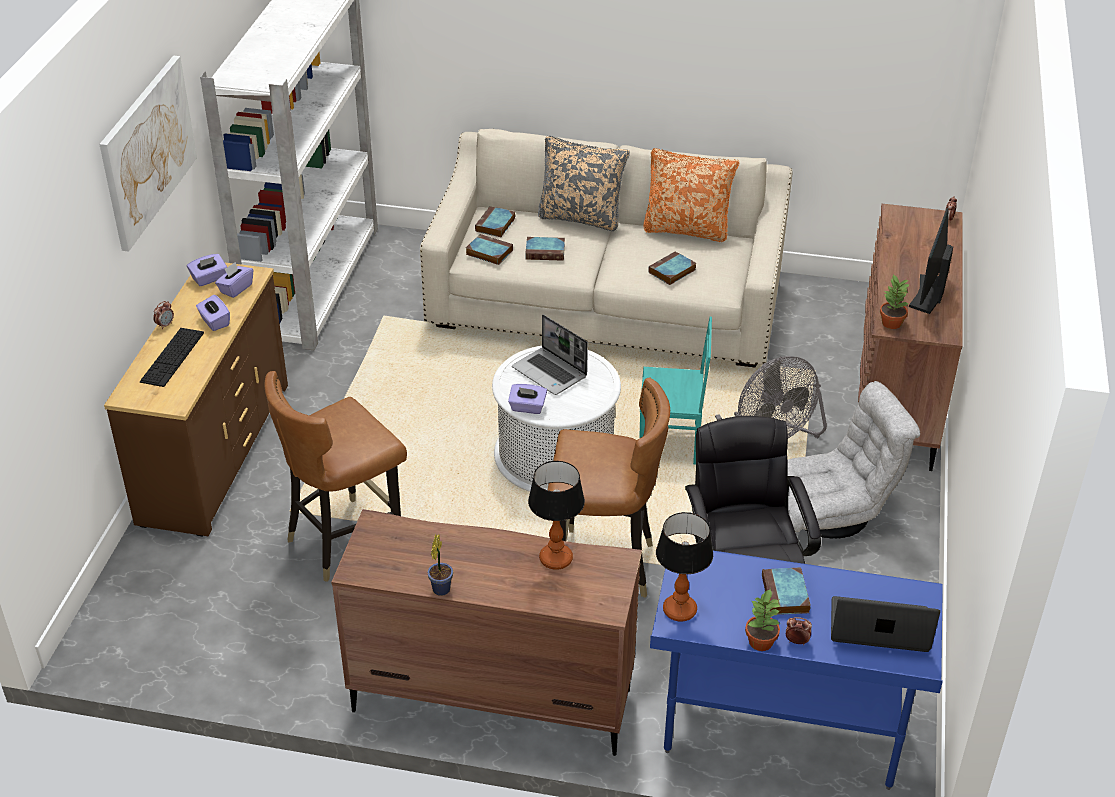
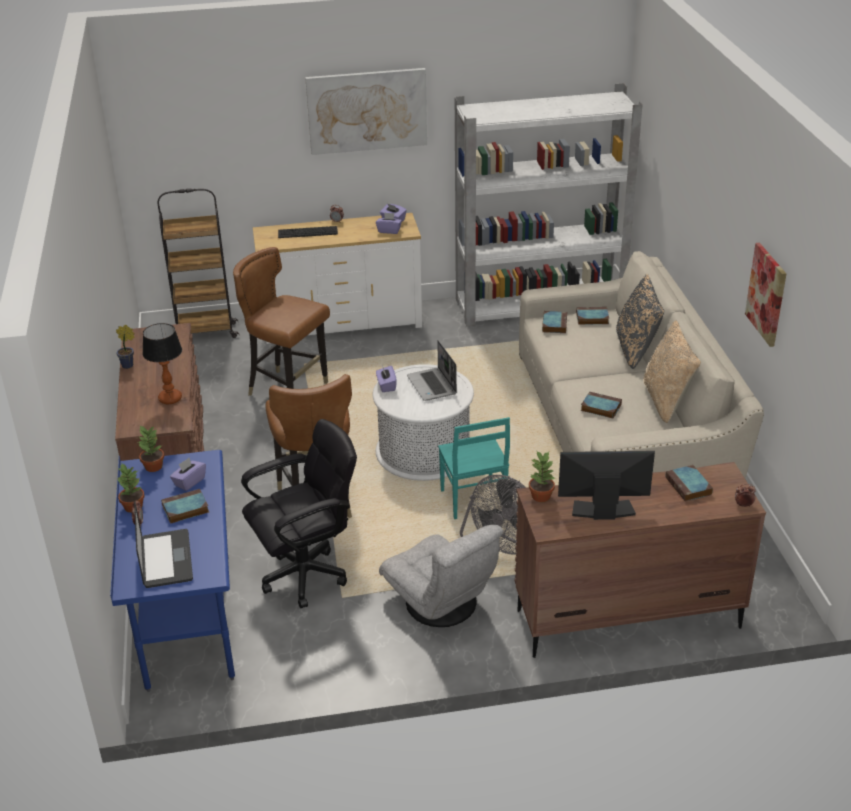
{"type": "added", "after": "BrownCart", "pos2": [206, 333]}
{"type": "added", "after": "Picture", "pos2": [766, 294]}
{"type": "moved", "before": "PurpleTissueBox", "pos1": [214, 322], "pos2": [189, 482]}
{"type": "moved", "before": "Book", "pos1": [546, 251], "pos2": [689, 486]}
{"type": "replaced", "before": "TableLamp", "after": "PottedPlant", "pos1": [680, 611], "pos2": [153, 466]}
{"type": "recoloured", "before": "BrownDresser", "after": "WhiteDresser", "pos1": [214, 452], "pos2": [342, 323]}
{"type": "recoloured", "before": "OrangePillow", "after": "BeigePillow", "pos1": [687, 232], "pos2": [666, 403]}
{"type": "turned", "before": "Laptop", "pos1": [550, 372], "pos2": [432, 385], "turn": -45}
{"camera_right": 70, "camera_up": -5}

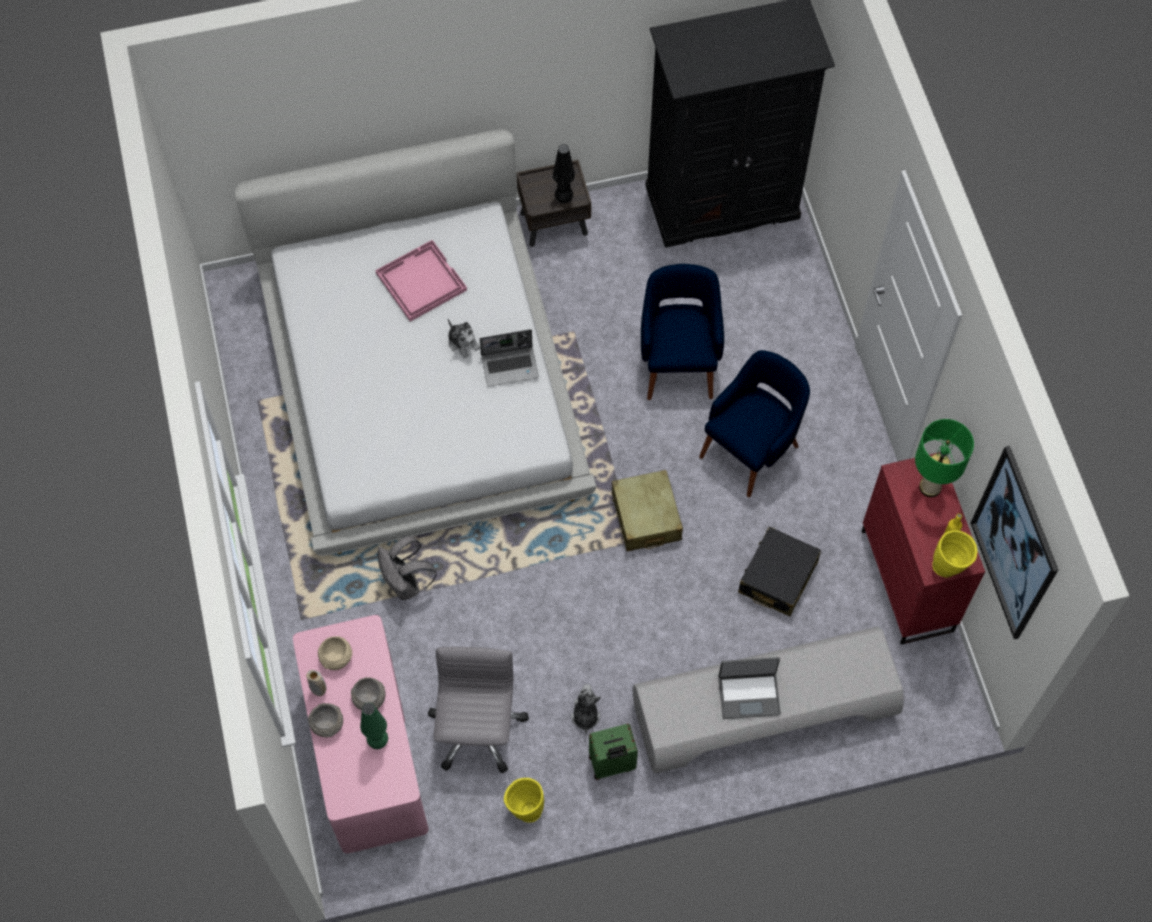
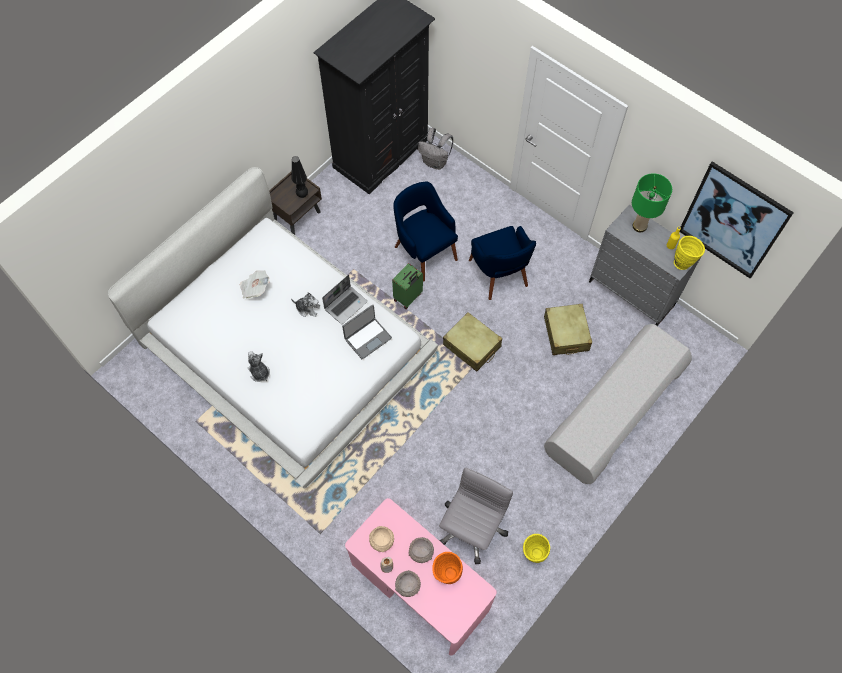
{"type": "moved", "before": "GreyBackpack", "pos1": [406, 584], "pos2": [435, 162]}
{"type": "moved", "before": "PlushToy", "pos1": [585, 715], "pos2": [259, 372]}
{"type": "moved", "before": "GreenSuitcase", "pos1": [611, 764], "pos2": [408, 297]}
{"type": "moved", "before": "Laptop", "pos1": [749, 694], "pos2": [367, 338]}
{"type": "replaced", "before": "GreenTableLamp", "after": "OrangeVase", "pos1": [378, 741], "pos2": [446, 574]}
{"type": "replaced", "before": "PinkTray", "after": "Newspaper", "pos1": [420, 281], "pos2": [255, 288]}
{"type": "recoloured", "before": "BlackSuitcase", "after": "BeigeSuitcase", "pos1": [777, 577], "pos2": [566, 334]}
{"type": "recoloured", "before": "RedDresser", "after": "GreyDresser", "pos1": [908, 581], "pos2": [632, 293]}
{"type": "turned", "before": "GreyOfficeChair", "pos1": [477, 729], "pos2": [471, 527], "turn": 60}
{"type": "turned", "before": "BlueArmchair", "pos1": [751, 449], "pos2": [499, 274], "turn": 150}
{"camera_right": -35, "camera_up": 0}

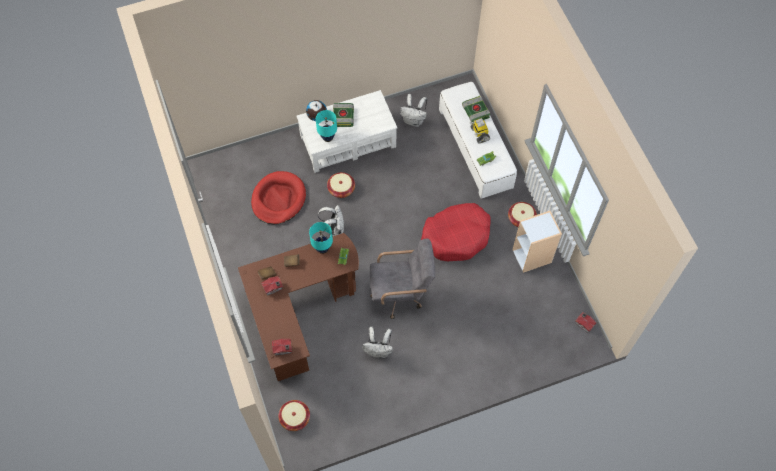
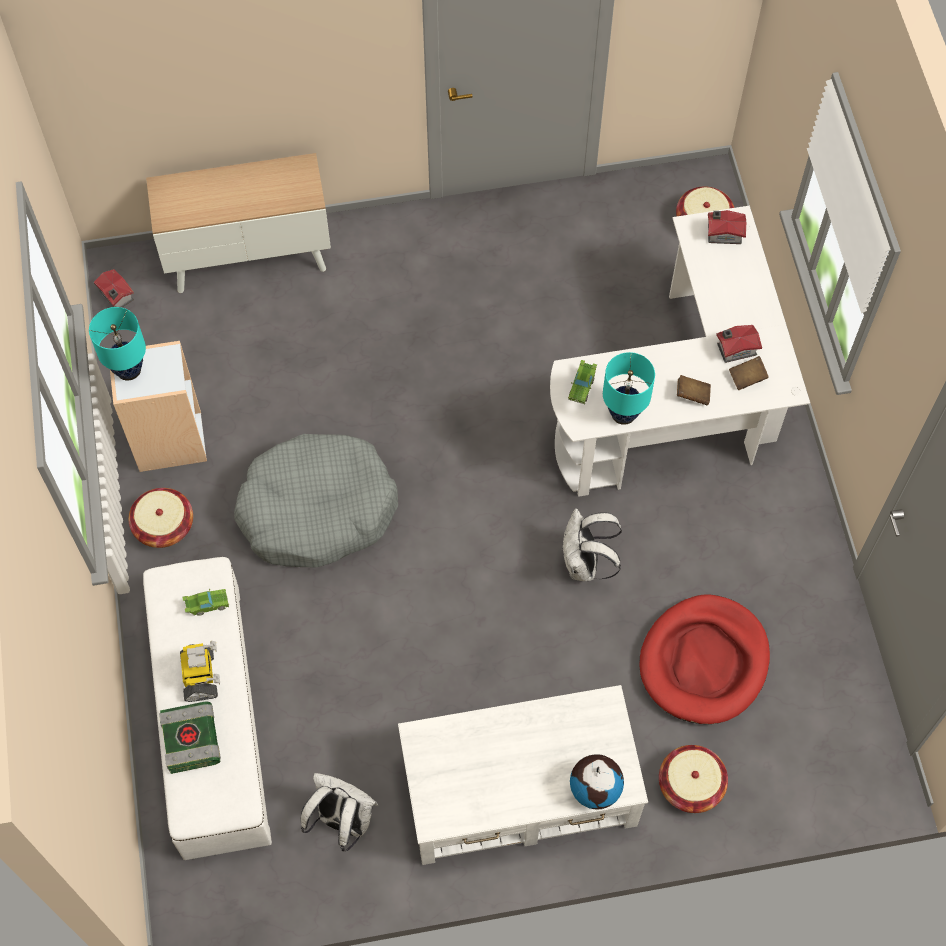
{"type": "removed", "before": "Book", "pos1": [343, 117]}
{"type": "removed", "before": "WhiteBackpack", "pos1": [379, 350]}
{"type": "removed", "before": "GreyOfficeChair", "pos1": [400, 295]}
{"type": "added", "after": "Cabinet", "pos2": [249, 256]}
{"type": "moved", "before": "TurquoiseTableLamp", "pos1": [327, 137], "pos2": [128, 370]}
{"type": "moved", "before": "Basket", "pos1": [341, 189], "pos2": [690, 784]}
{"type": "recoloured", "before": "BrownDesk", "after": "WhiteDesk", "pos1": [297, 312], "pos2": [682, 405]}
{"type": "recoloured", "before": "RedDogBed", "after": "GreyDogBed", "pos1": [456, 236], "pos2": [317, 509]}
{"camera_right": -170, "camera_up": 0}

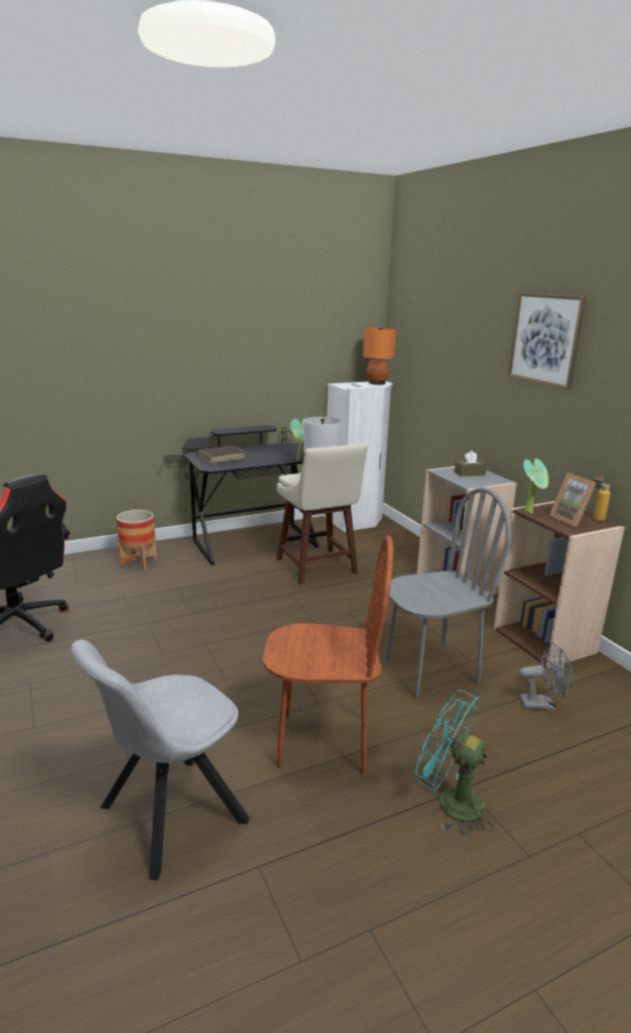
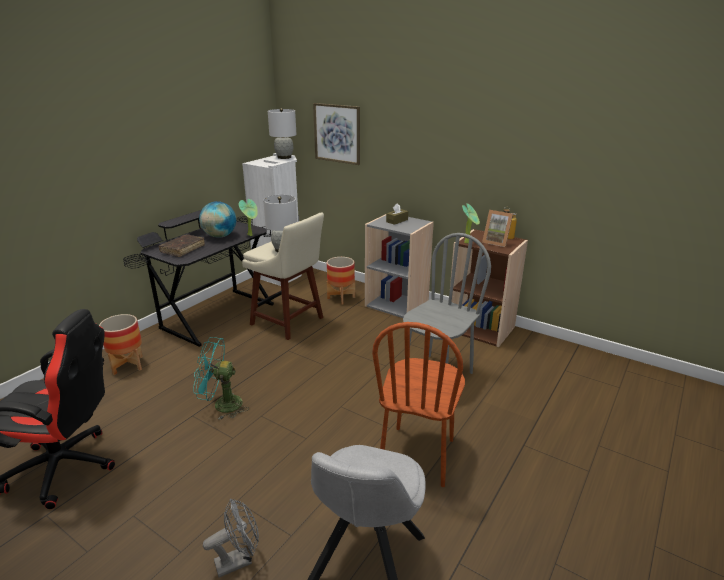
{"type": "added", "after": "Globe", "pos2": [220, 236]}
{"type": "added", "after": "Planter", "pos2": [341, 298]}
{"type": "moved", "before": "TurquoiseFan", "pos1": [450, 802], "pos2": [221, 405]}
{"type": "moved", "before": "Picture", "pos1": [545, 339], "pos2": [337, 133]}
{"type": "moved", "before": "GreyFan", "pos1": [543, 704], "pos2": [239, 560]}
{"type": "recoloured", "before": "OrangeTableLamp", "after": "WhiteTableLamp", "pos1": [377, 383], "pos2": [284, 157]}
{"type": "turned", "before": "BrownChair", "pos1": [323, 742], "pos2": [417, 455], "turn": 135}
{"camera_right": -30, "camera_up": 5}

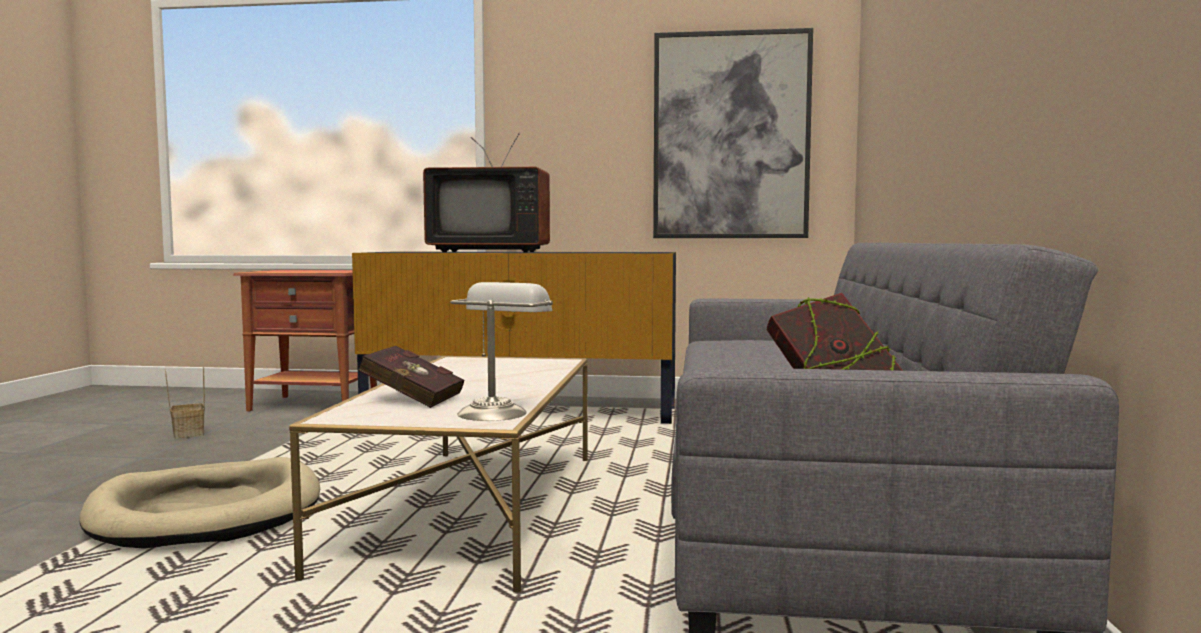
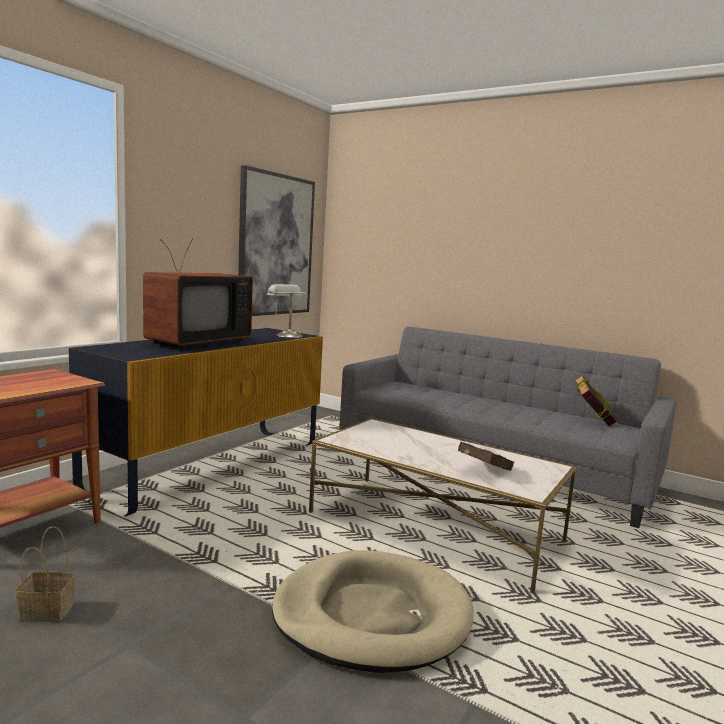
{"type": "moved", "before": "WhiteTableLamp", "pos1": [498, 410], "pos2": [286, 334]}
{"camera_right": -65, "camera_up": 5}

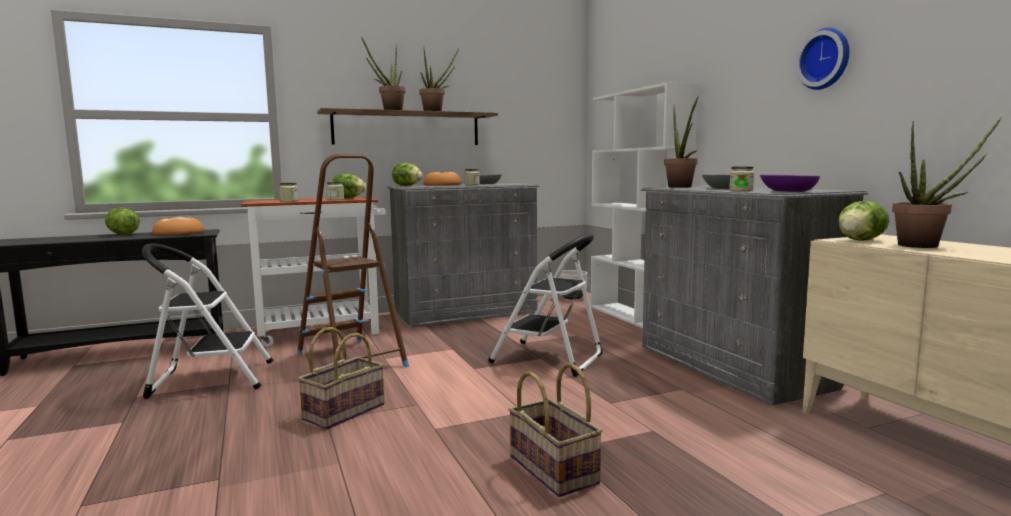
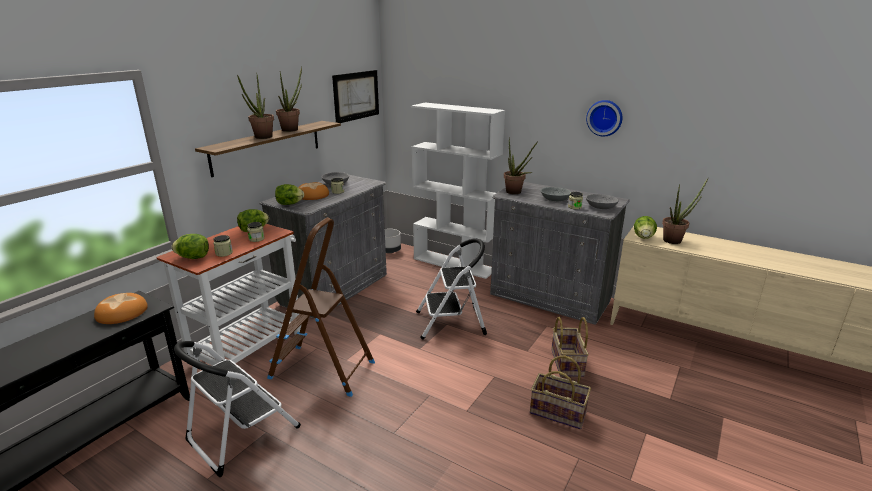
{"type": "added", "after": "Picture", "pos2": [356, 96]}
{"type": "moved", "before": "Lettuce", "pos1": [122, 234], "pos2": [193, 257]}
{"type": "moved", "before": "Basket", "pos1": [344, 411], "pos2": [566, 362]}
{"type": "recoloured", "before": "PurpleBowl", "after": "GreyBowl", "pos1": [788, 191], "pos2": [600, 207]}
{"camera_right": -35, "camera_up": 15}

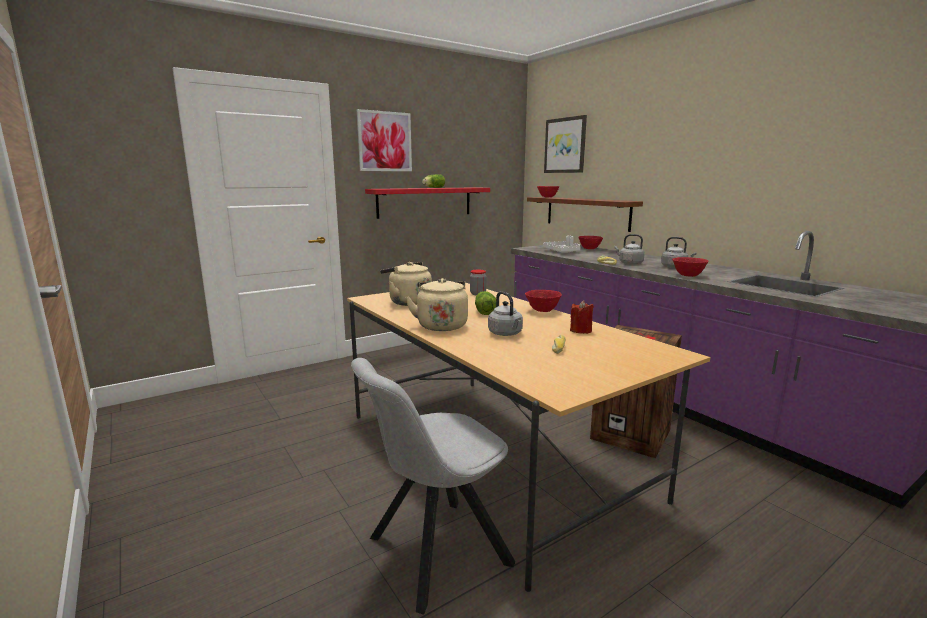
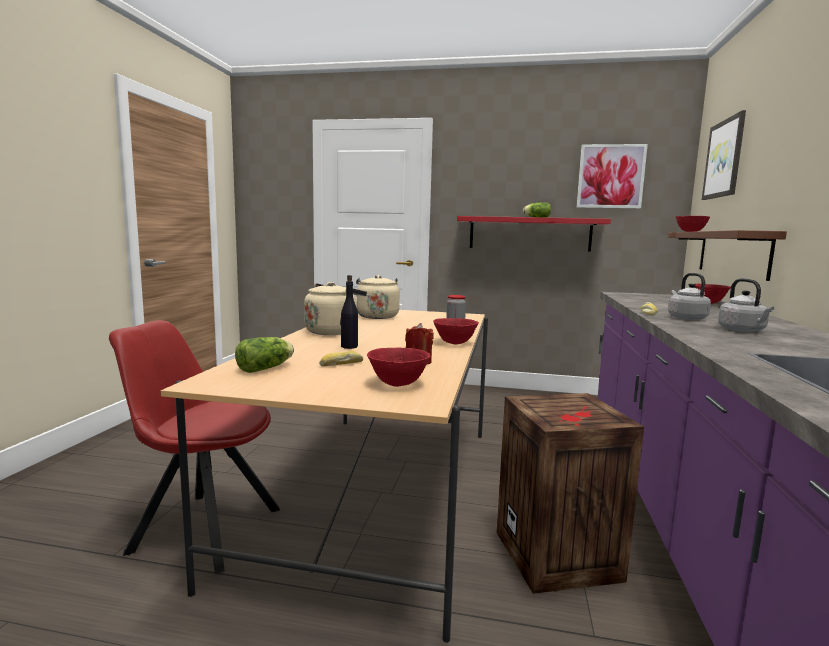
{"type": "removed", "before": "WhiteTray", "pos1": [562, 251]}
{"type": "moved", "before": "Picture", "pos1": [384, 141], "pos2": [610, 176]}
{"type": "moved", "before": "Lettuce", "pos1": [484, 311], "pos2": [267, 368]}
{"type": "moved", "before": "RedBowl", "pos1": [688, 276], "pos2": [397, 384]}
{"type": "replaced", "before": "GreyKettle", "after": "BlackBottle", "pos1": [506, 334], "pos2": [349, 347]}
{"type": "recoloured", "before": "GreyChair", "after": "RedChair", "pos1": [436, 552], "pos2": [203, 529]}
{"camera_right": 45, "camera_up": -5}

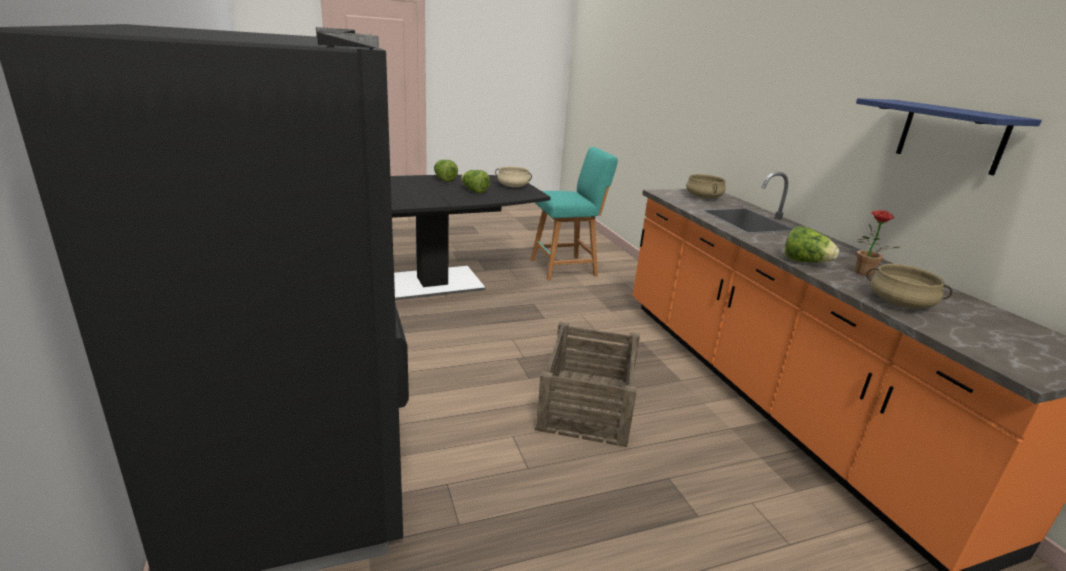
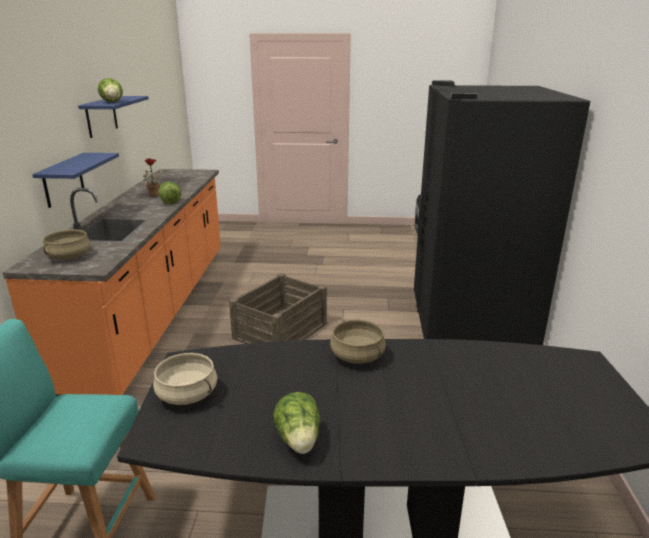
{"type": "added", "after": "BlueShelf", "pos2": [63, 180]}
{"type": "moved", "before": "Lettuce", "pos1": [474, 191], "pos2": [113, 102]}
{"type": "moved", "before": "BeigeCookingPot", "pos1": [900, 303], "pos2": [358, 356]}
{"camera_right": -155, "camera_up": 0}

